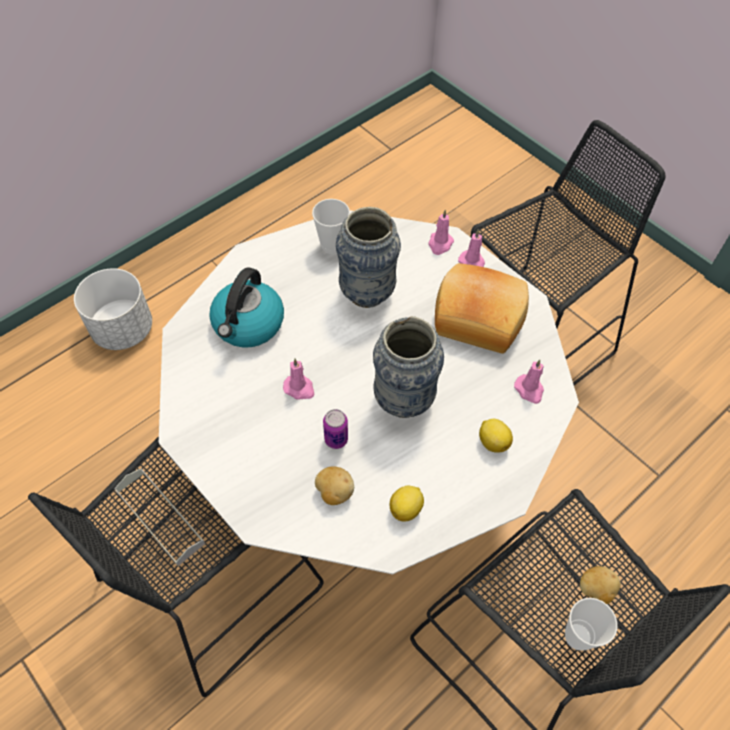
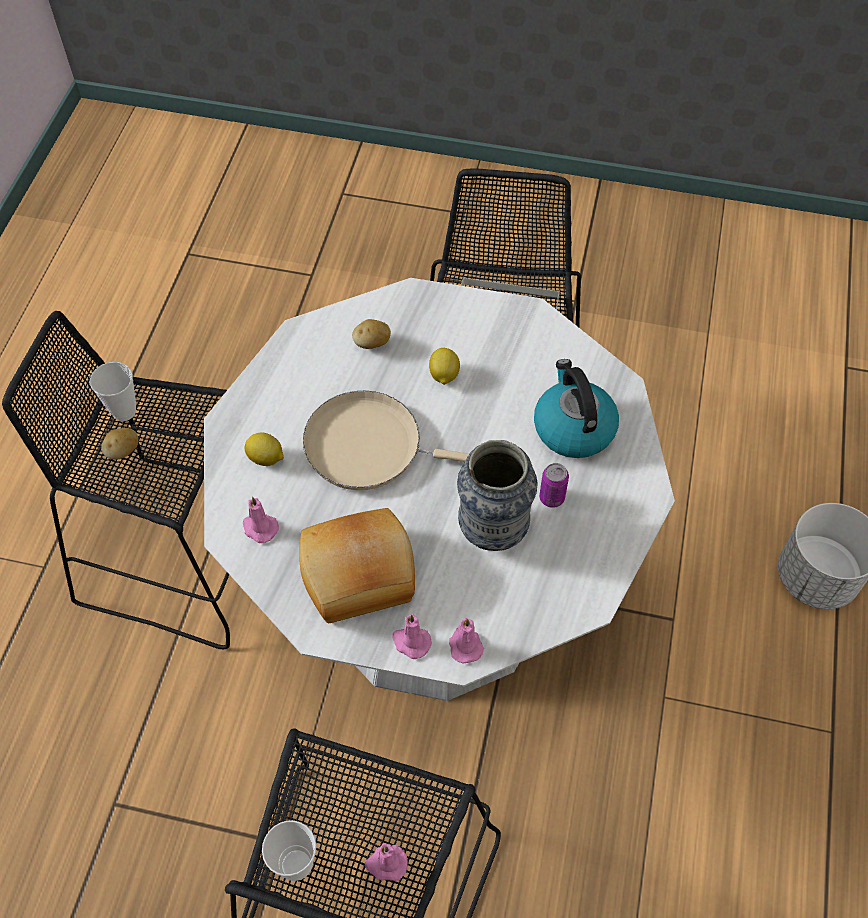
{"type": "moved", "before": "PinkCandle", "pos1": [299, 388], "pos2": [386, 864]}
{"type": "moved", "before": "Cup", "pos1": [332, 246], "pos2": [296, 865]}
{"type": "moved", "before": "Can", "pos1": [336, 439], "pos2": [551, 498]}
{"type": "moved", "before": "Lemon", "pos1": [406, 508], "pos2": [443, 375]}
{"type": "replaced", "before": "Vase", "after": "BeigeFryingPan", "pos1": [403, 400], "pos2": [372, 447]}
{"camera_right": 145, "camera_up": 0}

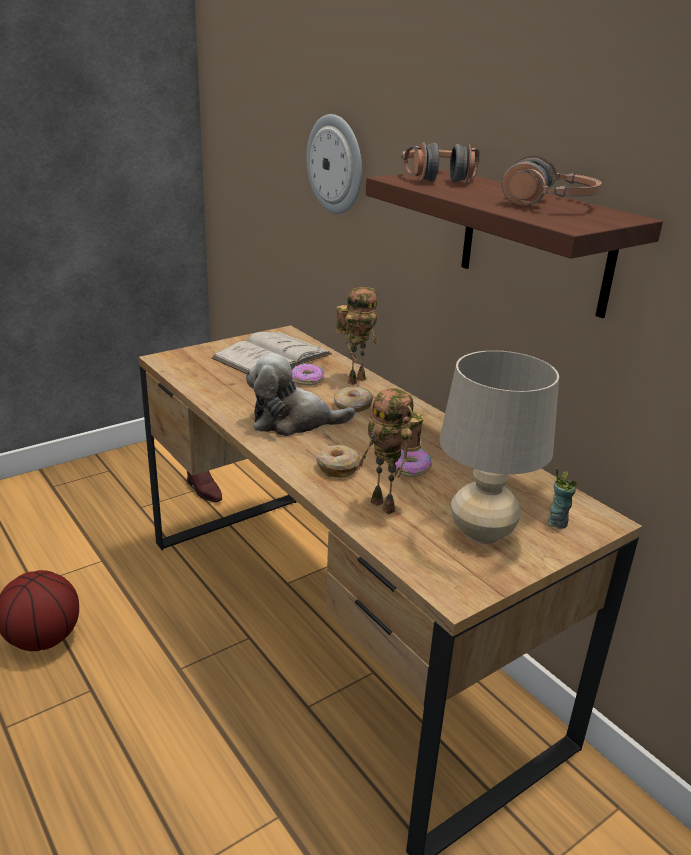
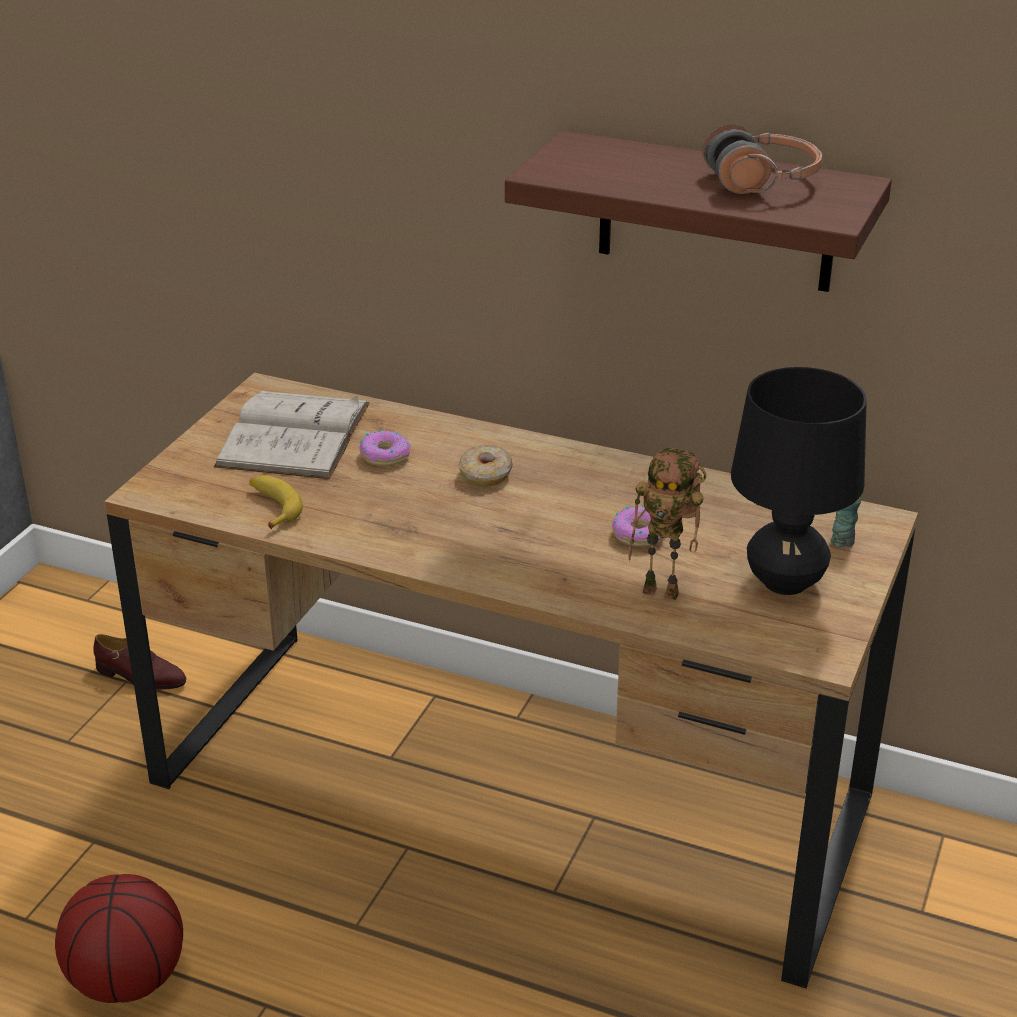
{"type": "removed", "before": "PlushToy", "pos1": [293, 421]}
{"type": "removed", "before": "WallClock", "pos1": [336, 164]}
{"type": "removed", "before": "Donut", "pos1": [337, 467]}
{"type": "removed", "before": "ToyRobot", "pos1": [355, 380]}
{"type": "removed", "before": "Headphones", "pos1": [439, 178]}
{"type": "added", "after": "Banana", "pos2": [272, 507]}
{"type": "recoloured", "before": "BeigeTableLamp", "after": "BlackTableLamp", "pos1": [482, 533], "pos2": [785, 582]}
{"camera_right": -30, "camera_up": 5}

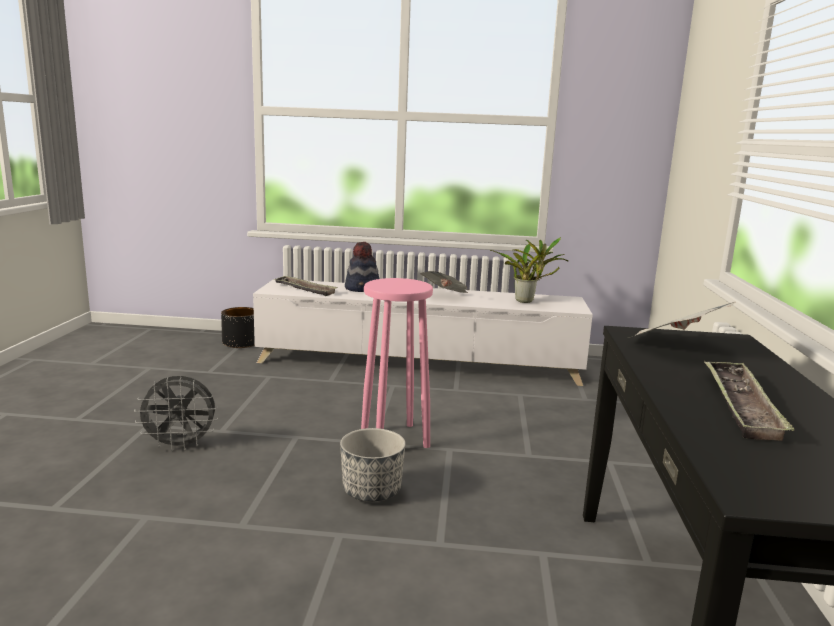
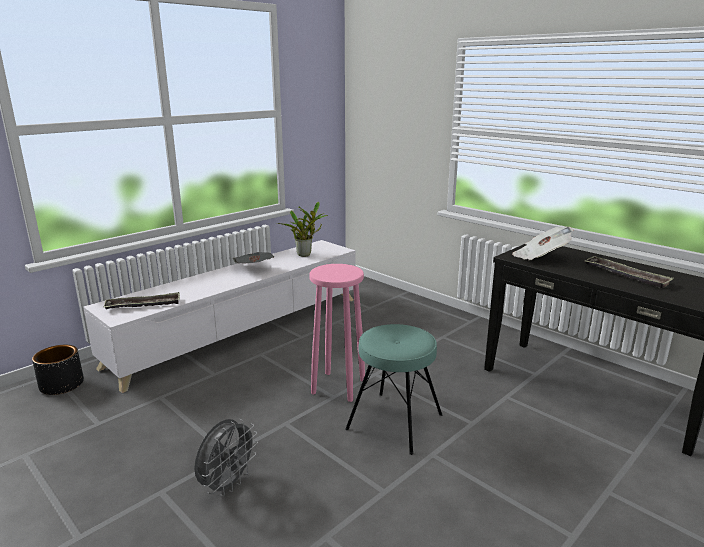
{"type": "removed", "before": "Hat", "pos1": [363, 288]}
{"type": "replaced", "before": "Planter", "after": "TurquoiseStool", "pos1": [372, 491], "pos2": [394, 422]}
{"camera_right": -50, "camera_up": 5}

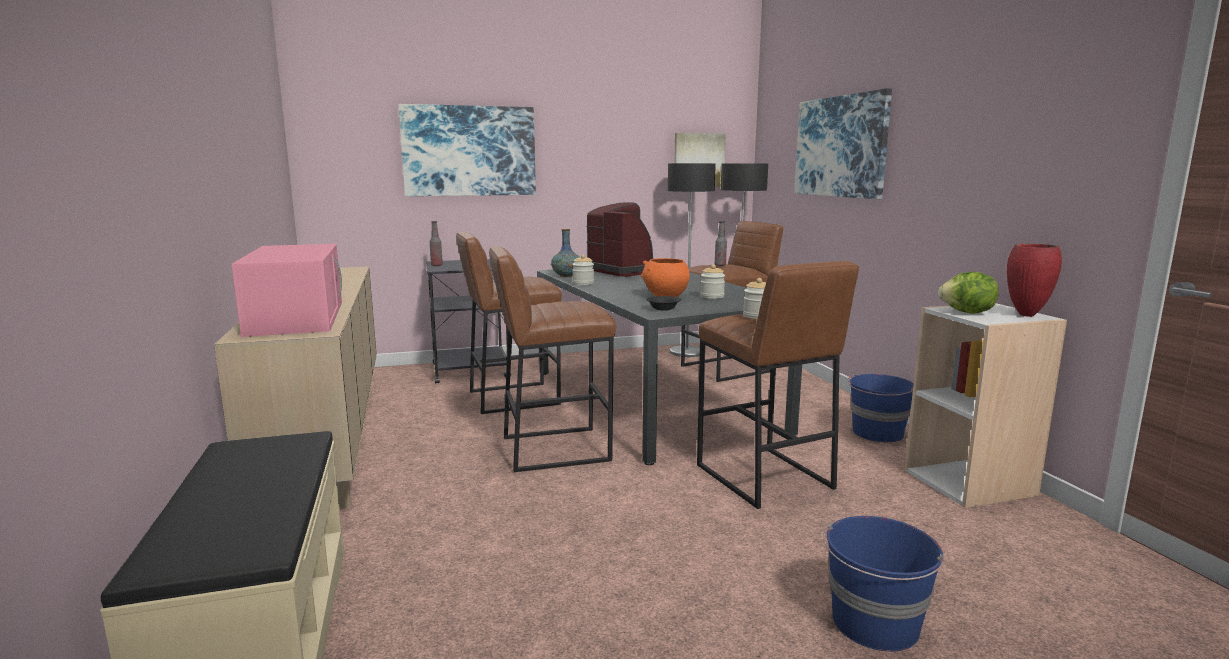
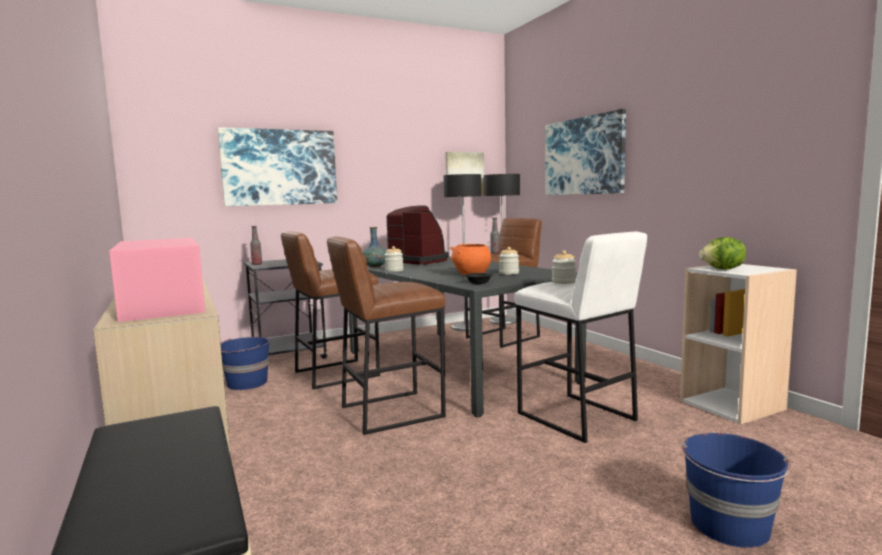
{"type": "removed", "before": "RedVase", "pos1": [1025, 315]}
{"type": "moved", "before": "BlueBucket", "pos1": [877, 433], "pos2": [246, 383]}
{"type": "recoloured", "before": "BrownStool", "after": "WhiteStool", "pos1": [765, 477], "pos2": [577, 417]}
{"camera_right": -10, "camera_up": -5}

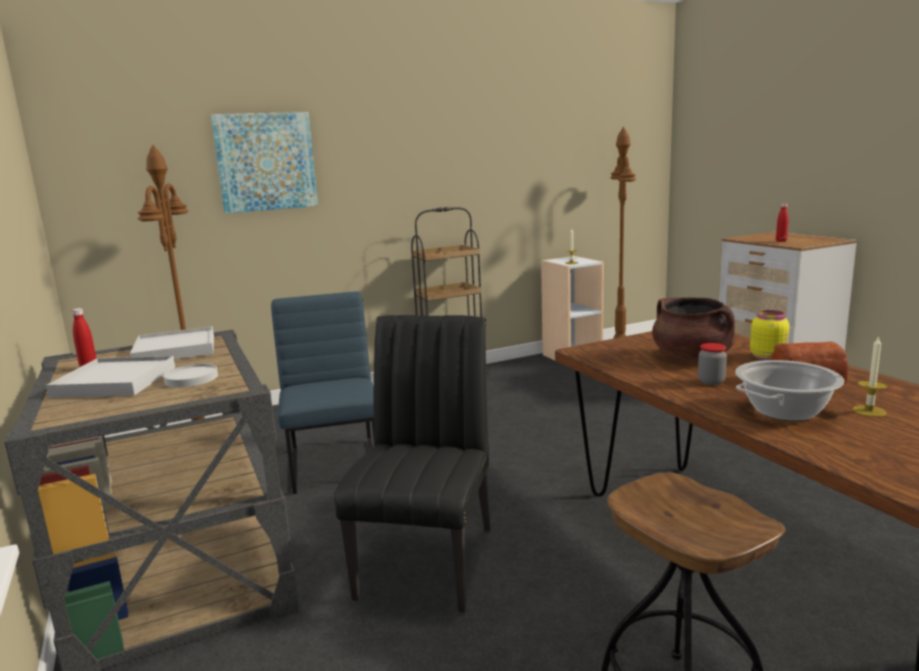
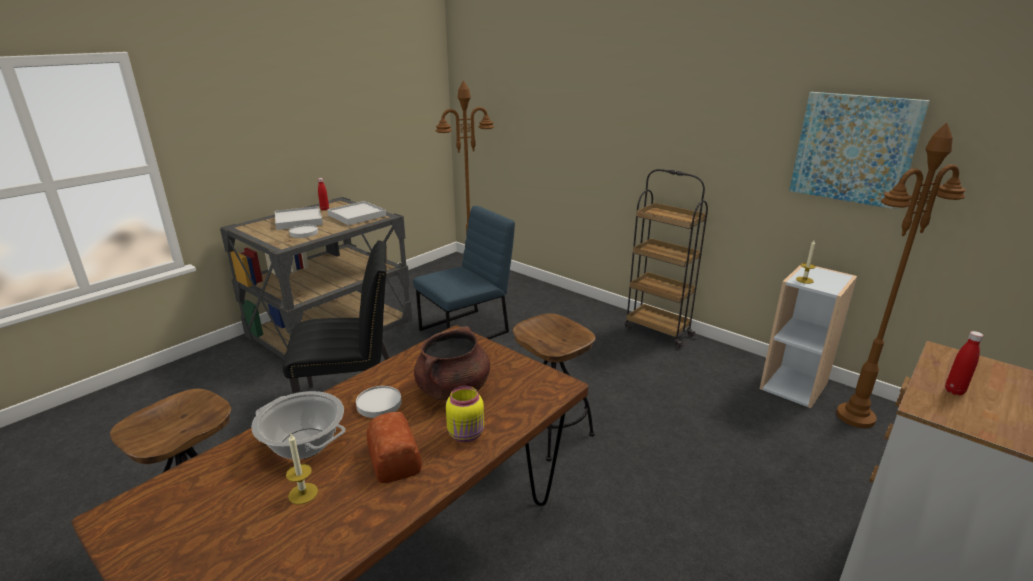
{"type": "added", "after": "BrownStool", "pos2": [551, 432]}
{"type": "moved", "before": "Picture", "pos1": [266, 162], "pos2": [854, 149]}
{"type": "replaced", "before": "Jar", "after": "WhitePlate", "pos1": [711, 382], "pos2": [379, 404]}
{"camera_right": 65, "camera_up": 10}

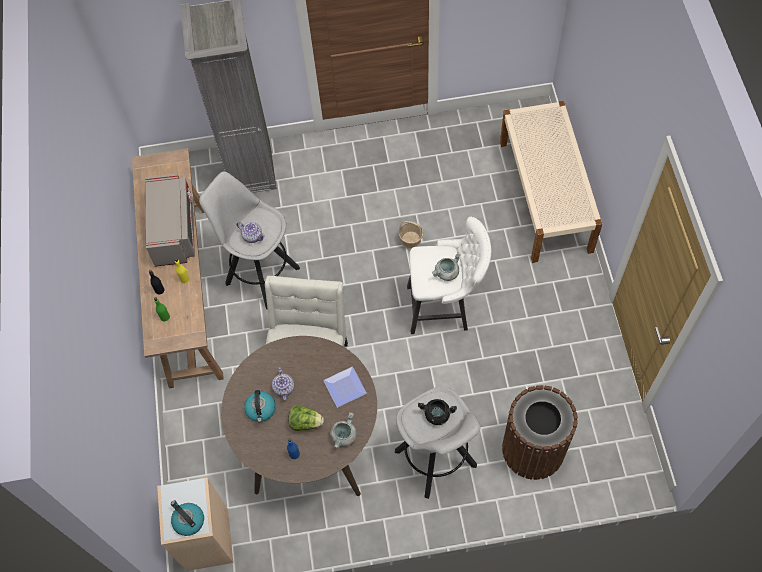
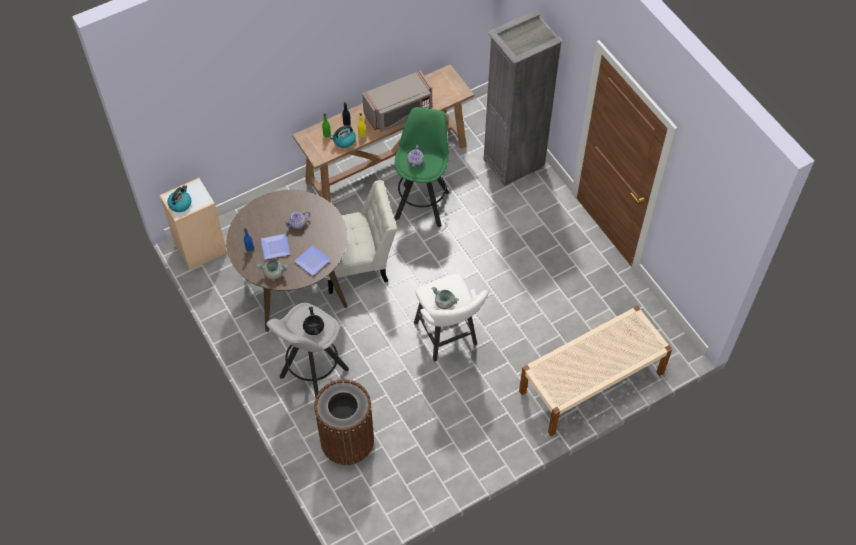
{"type": "removed", "before": "Basket", "pos1": [411, 240]}
{"type": "moved", "before": "Kettle", "pos1": [261, 409], "pos2": [344, 141]}
{"type": "replaced", "before": "Lettuce", "after": "Plate", "pos1": [305, 422], "pos2": [276, 246]}
{"type": "recoloured", "before": "GreyStool", "after": "GreenStool", "pos1": [261, 274], "pos2": [422, 203]}
{"camera_right": 65, "camera_up": -5}

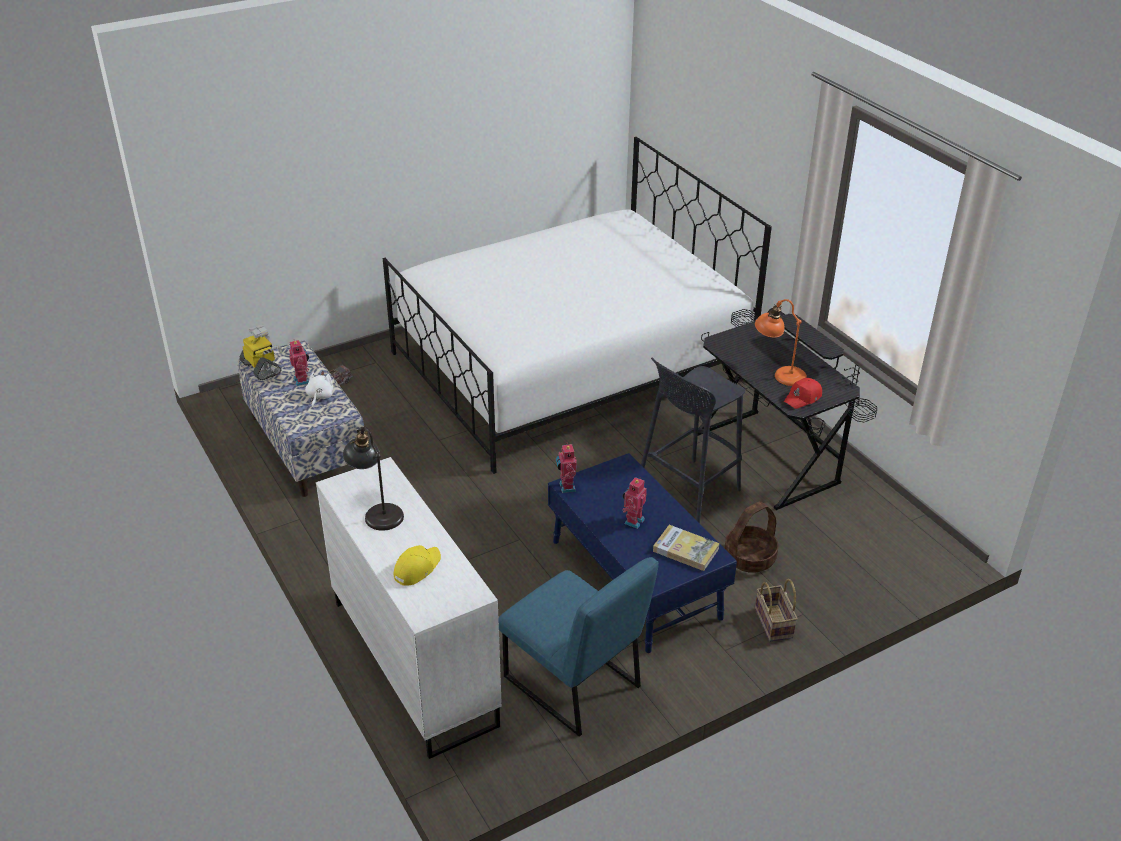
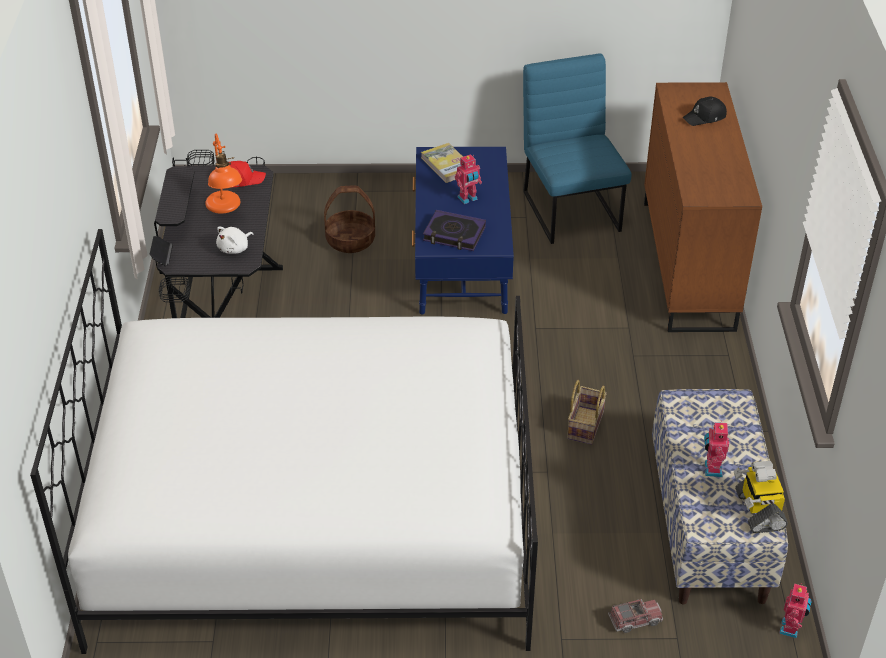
{"type": "removed", "before": "GreyTableLamp", "pos1": [375, 508]}
{"type": "removed", "before": "GreyStool", "pos1": [689, 492]}
{"type": "added", "after": "Book", "pos2": [454, 234]}
{"type": "moved", "before": "WhitePlushToy", "pos1": [319, 396], "pos2": [235, 248]}
{"type": "moved", "before": "ToyRobot", "pos1": [566, 487], "pos2": [791, 629]}
{"type": "moved", "before": "Basket", "pos1": [775, 624], "pos2": [584, 424]}
{"type": "recoloured", "before": "WhiteDresser", "after": "BrownDresser", "pos1": [412, 663], "pos2": [689, 264]}
{"type": "recoloured", "before": "YellowCap", "after": "BlackCap", "pos1": [416, 568], "pos2": [705, 117]}
{"camera_right": -150, "camera_up": 5}

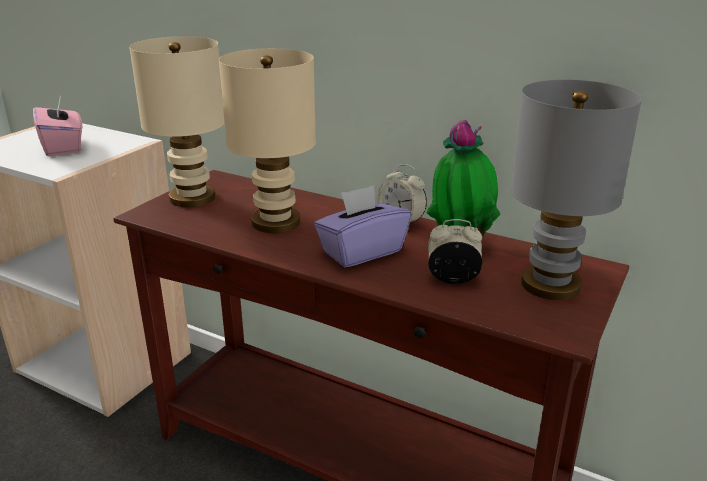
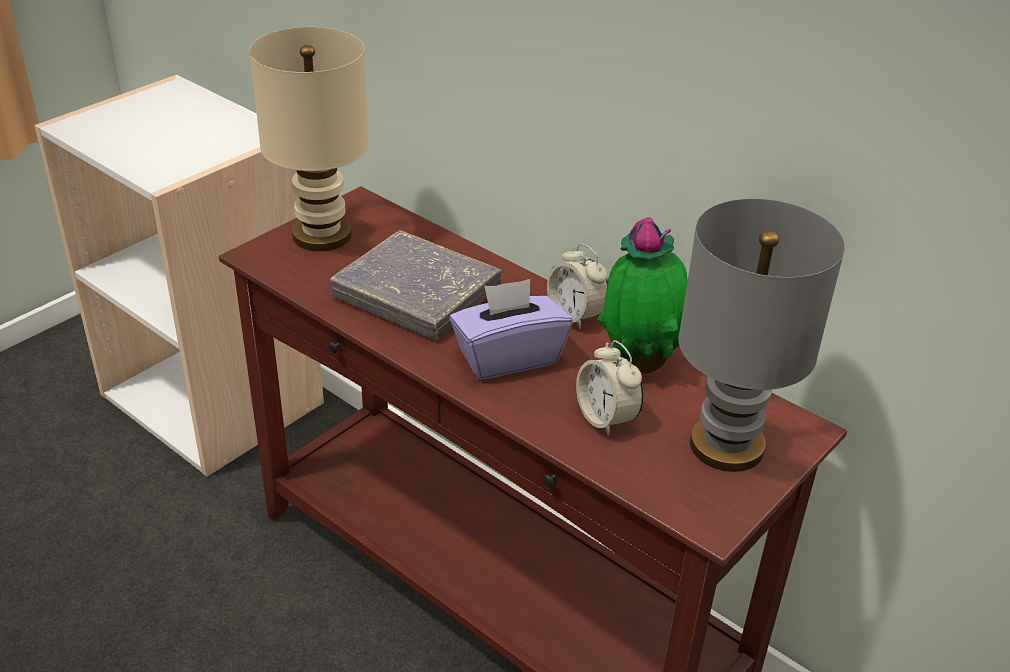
{"type": "removed", "before": "PinkTissueBox", "pos1": [63, 147]}
{"type": "replaced", "before": "BeigeTableLamp", "after": "GreyBook", "pos1": [276, 222], "pos2": [416, 293]}
{"type": "turned", "before": "AlarmClock", "pos1": [453, 279], "pos2": [606, 418], "turn": -135}
{"camera_right": 10, "camera_up": 10}

